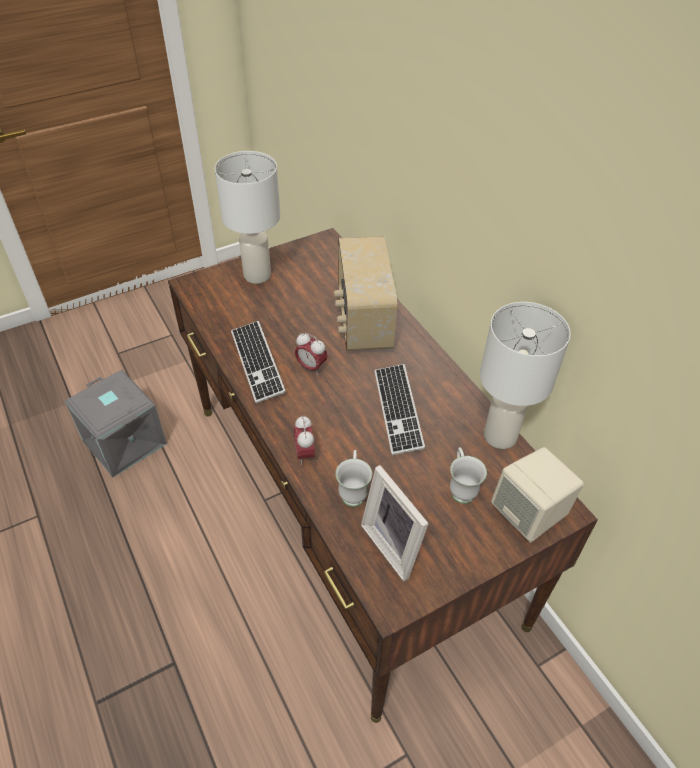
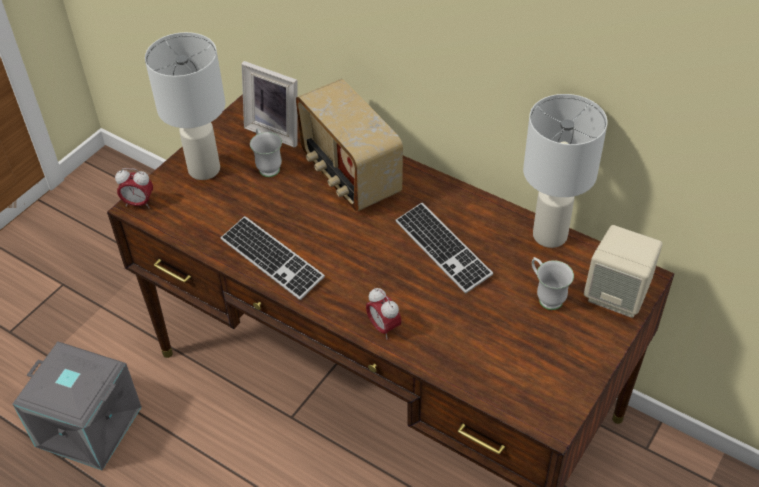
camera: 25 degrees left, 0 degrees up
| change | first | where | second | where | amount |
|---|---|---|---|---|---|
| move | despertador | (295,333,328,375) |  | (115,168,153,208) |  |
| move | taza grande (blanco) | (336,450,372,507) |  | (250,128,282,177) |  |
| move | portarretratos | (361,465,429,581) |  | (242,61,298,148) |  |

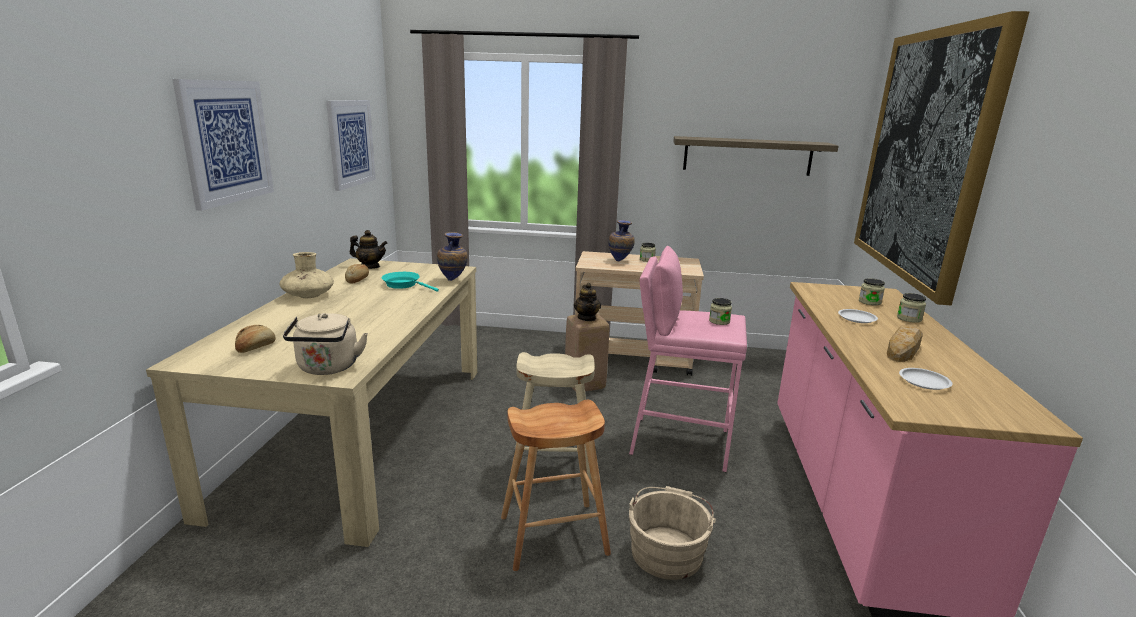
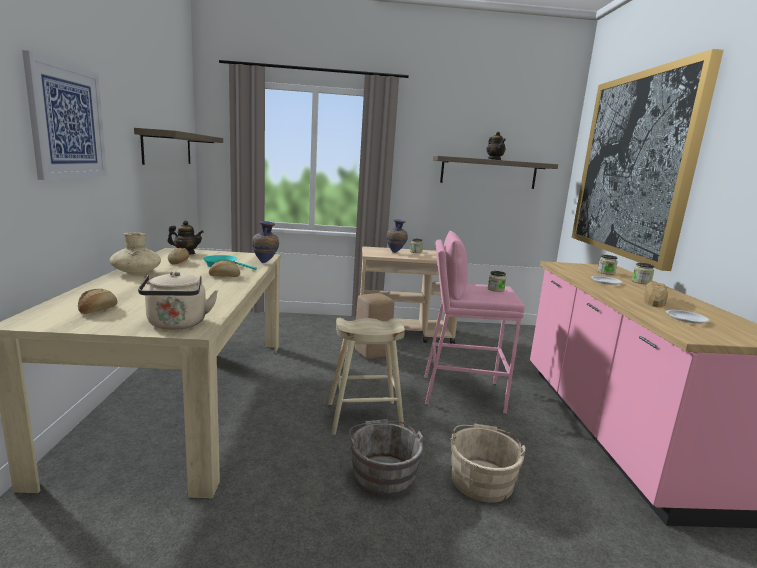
camera: 10 degrees left, 5 degrees down
| change | first | where | second | where | amount |
|---|---|---|---|---|---|
| replace | cuadro | (326,100,376,191) | estante | (134,128,223,165) |  |
| replace | taburete (marrón) | (501,400,611,571) | cubo (gris) | (349,419,423,498) |  |
| move | tetera | (574,283,601,321) |  | (487,132,506,160) |  |
| insert |  |  | pan | (209,260,240,277) |  |

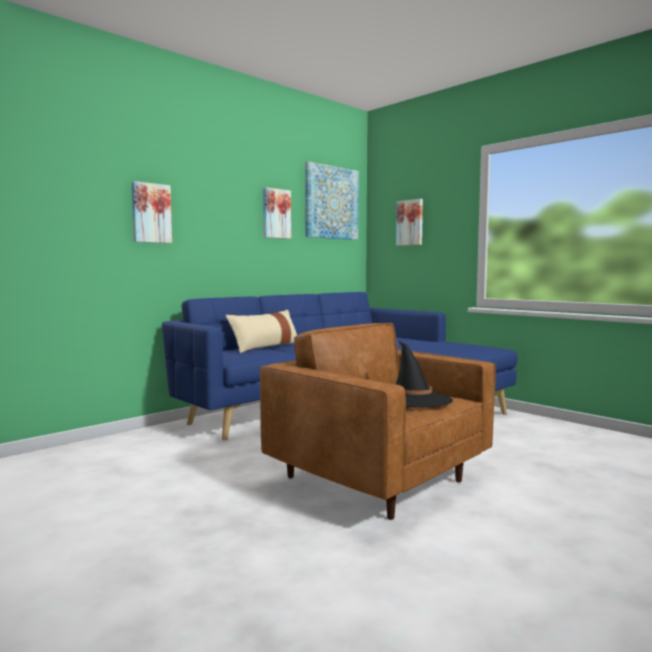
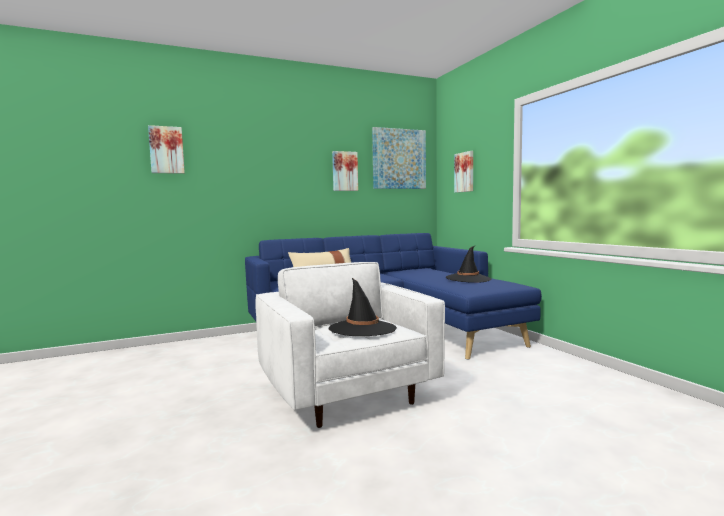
camera: 20 degrees right, 0 degrees up
| change | first | where | second | where | amount |
|---|---|---|---|---|---|
| move | cuadro | (131,181,172,243) |  | (148,125,185,174) |  |
| recolor | sillón (marrón) | (260,323,496,520) | sillón (blanco) | (256,262,445,428) |  |
| insert |  |  | sombrero (negro) | (446,246,492,283) |  |

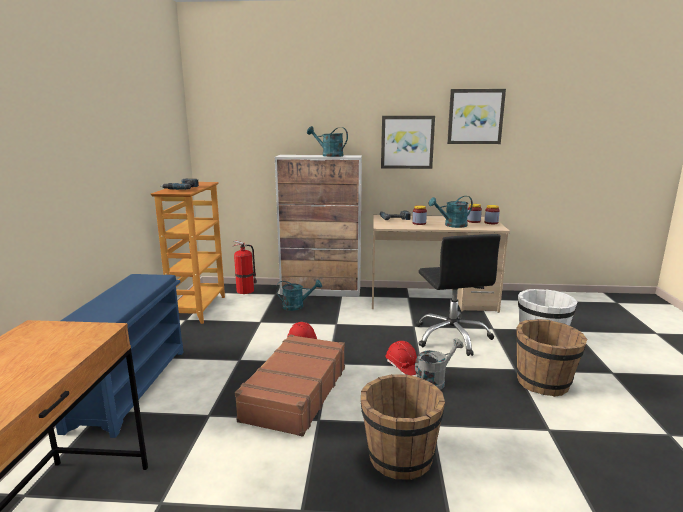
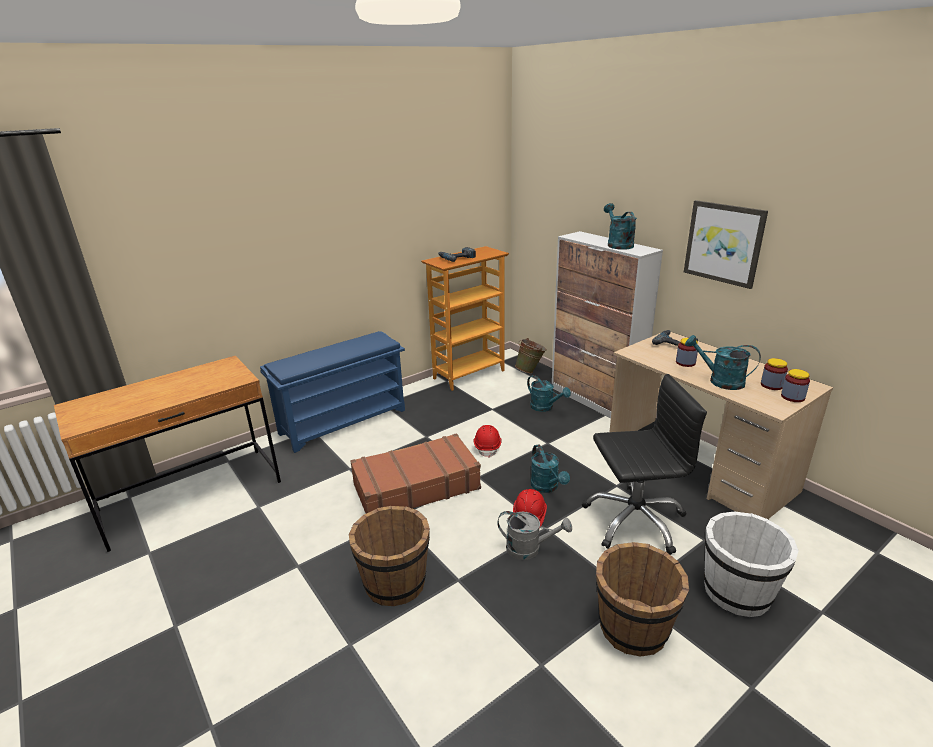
camera: 50 degrees right, 10 degrees up
| change | first | where | second | where | amount |
|---|---|---|---|---|---|
| replace | extintor | (233,240,257,294) | cubo (verde) | (515,338,547,374) |  |
| rotate | silla de oficina (negro) | (416,234,501,356) |  | (582,374,707,555) | 135 degrees counterclockwise |
| delete | cuadro | (447,89,506,144) |  |  |  |
| insert |  |  | regadera (turquesa) | (531,444,570,493) |  |

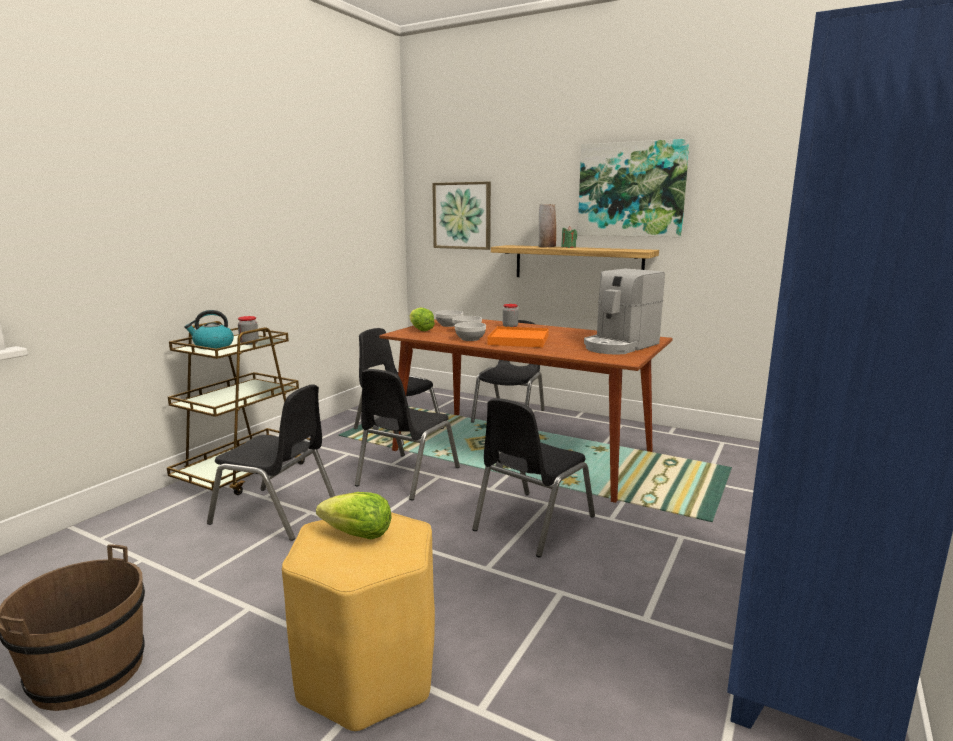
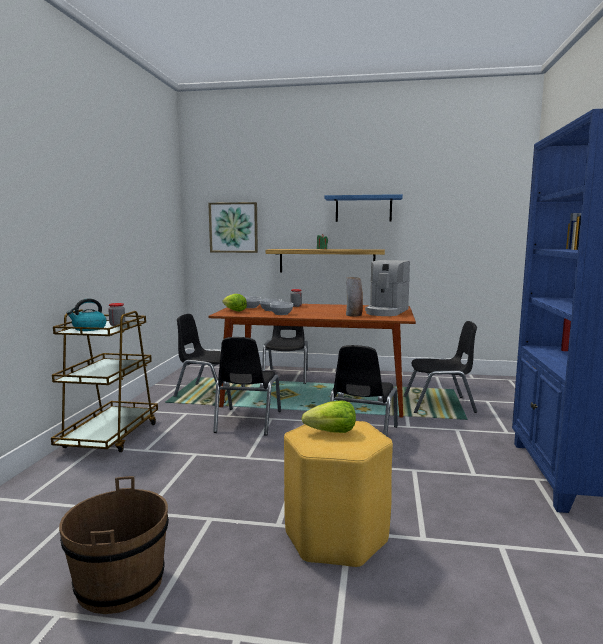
camera: 20 degrees left, 5 degrees down
| change | first | where | second | where | amount |
|---|---|---|---|---|---|
| move | silla (negro) | (207,384,335,541) |  | (404,321,477,413) |  |
| delete | bandeja (naranja) | (487,326,549,348) |  |  |  |
| move | florero | (538,204,556,247) |  | (346,277,363,317) |  |
| replace | cuadro | (578,139,690,237) | estante (azul) | (324,194,403,222) |  |

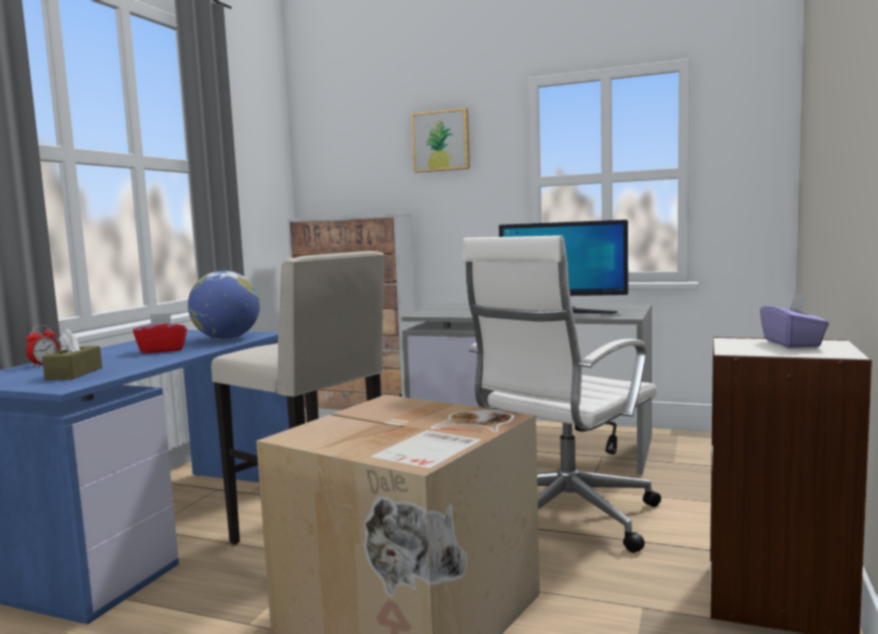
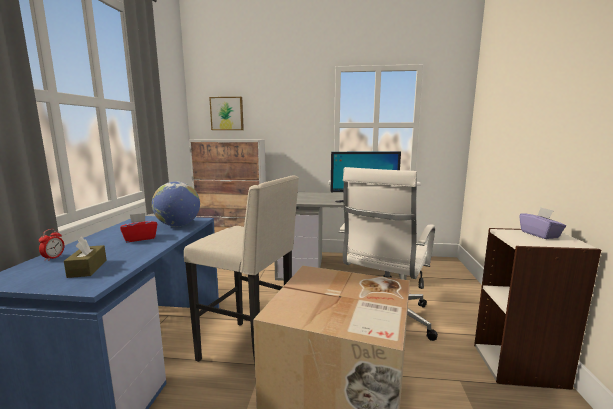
camera: 15 degrees left, 5 degrees up
| change | first | where | second | where | amount |
|---|---|---|---|---|---|
| move | cuadro | (411,108,470,173) |  | (209,97,244,130) |  |

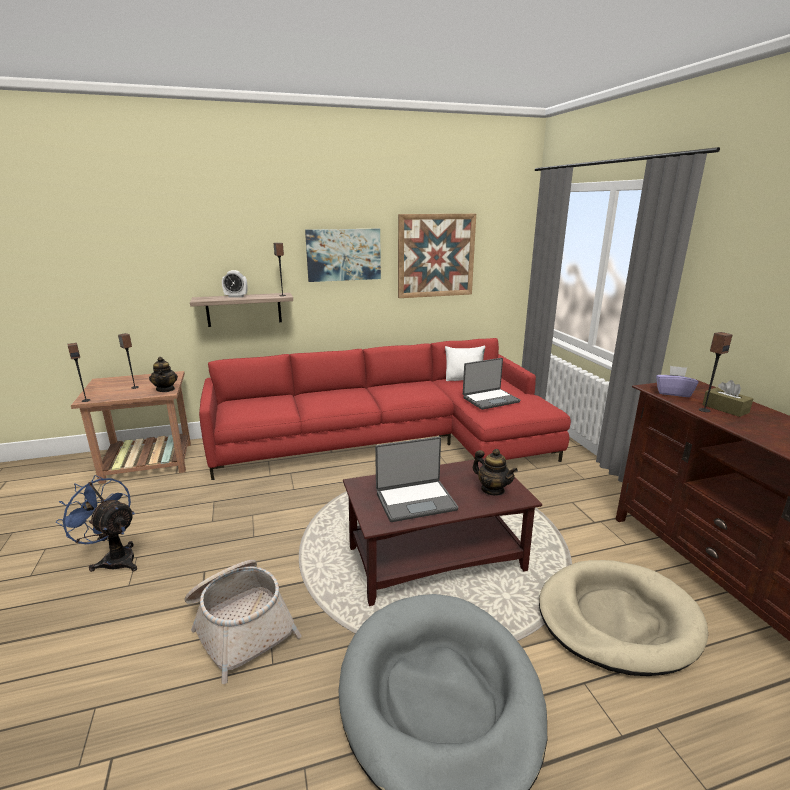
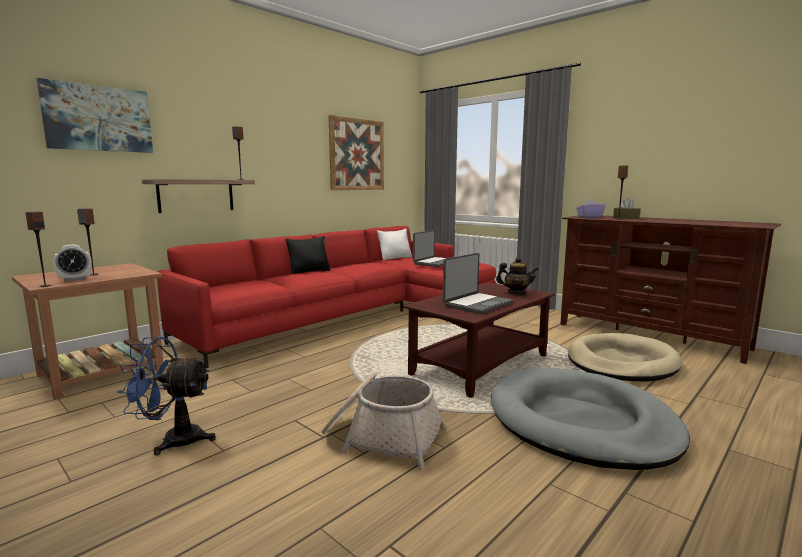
camera: 30 degrees left, 10 degrees down
| change | first | where | second | where | amount |
|---|---|---|---|---|---|
| delete | tetera | (149,357,178,392) |  |  |  |
| move | despertador | (222,270,247,298) |  | (53,245,92,281) |  |
| move | cuadro | (305,229,381,282) |  | (37,78,153,153) |  |
| insert |  |  | cojín (negro) | (285,236,331,274) |  |

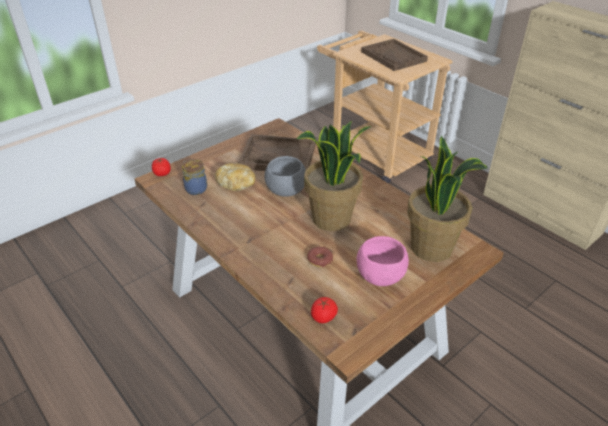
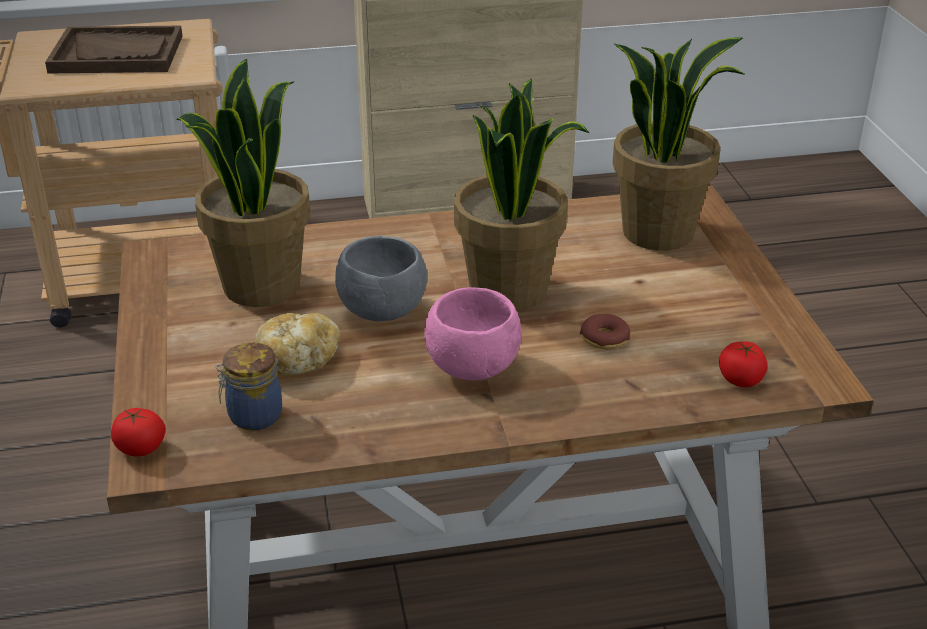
camera: 60 degrees left, 5 degrees down
| change | first | where | second | where | amount |
|---|---|---|---|---|---|
| replace | bandeja (marrón) | (238,134,315,171) | planta en maceta | (176,59,311,307) |  |
| move | cuenco (rosa) | (357,236,409,286) |  | (425,287,522,381) |  |

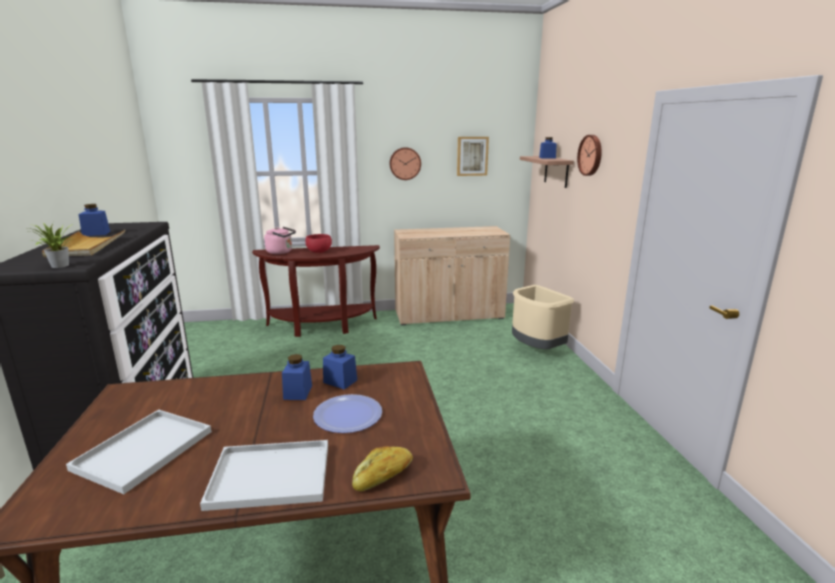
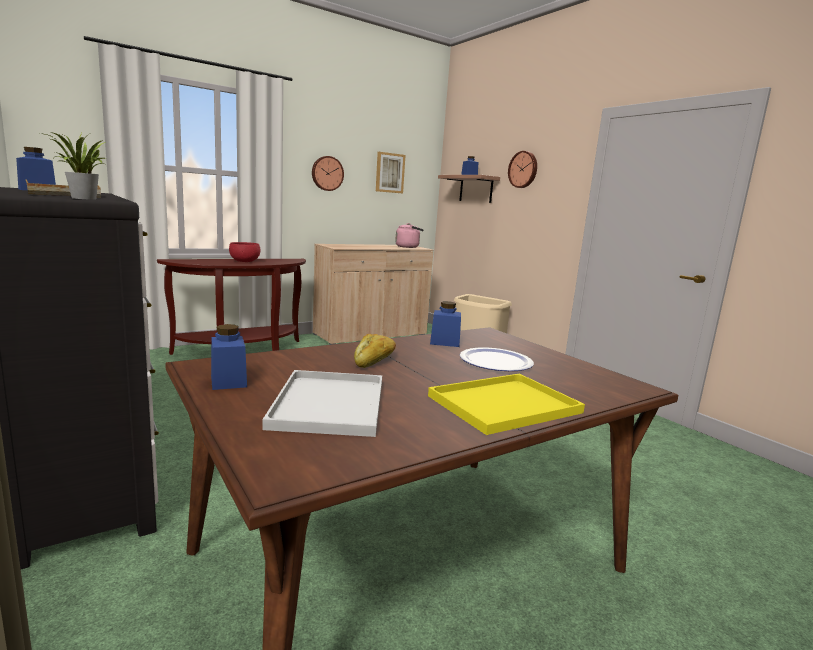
camera: 25 degrees left, 5 degrees down
| change | first | where | second | where | amount |
|---|---|---|---|---|---|
| recolor | bandeja (blanco) | (200,440,328,511) | bandeja (amarillo) | (428,374,585,435) |  |
| move | hervidor (rosa) | (264,227,296,254) |  | (395,223,424,248) |  |
| move | tarro (azul) | (282,354,312,400) |  | (211,324,247,390) |  |
| move | pan | (352,446,413,491) |  | (354,334,396,368) |  |

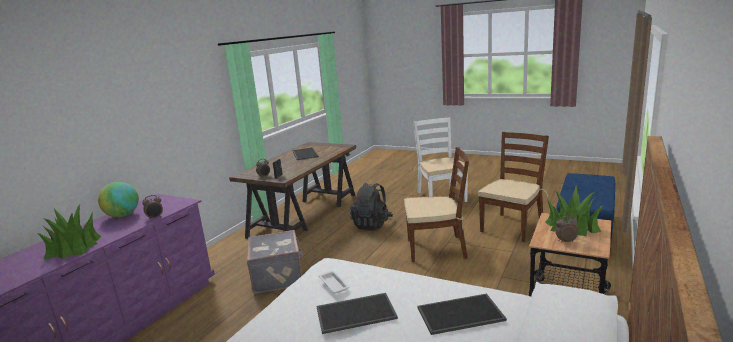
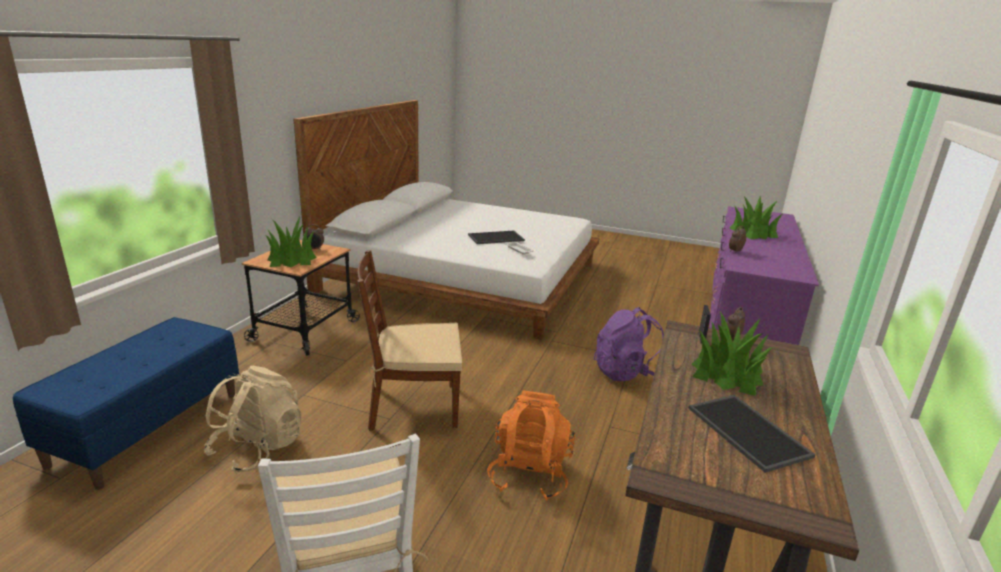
camera: 170 degrees right, 5 degrees up
| change | first | where | second | where | amount |
|---|---|---|---|---|---|
| delete | globo terráqueo | (98,182,139,217) |  |  |  |
| replace | maleta (gris) | (247,230,303,294) | mochila (morado) | (594,307,664,381) |  |
| recolor | mochila (negro) | (350,183,393,230) | mochila (naranja) | (487,391,575,501) |  |
| delete | bandeja | (417,294,507,335) |  |  |  |
| replace | silla (marrón) | (478,132,549,242) | mochila (beis) | (204,366,301,474) |  |
| insert |  |  | planta en maceta | (691,311,773,396) |  |

